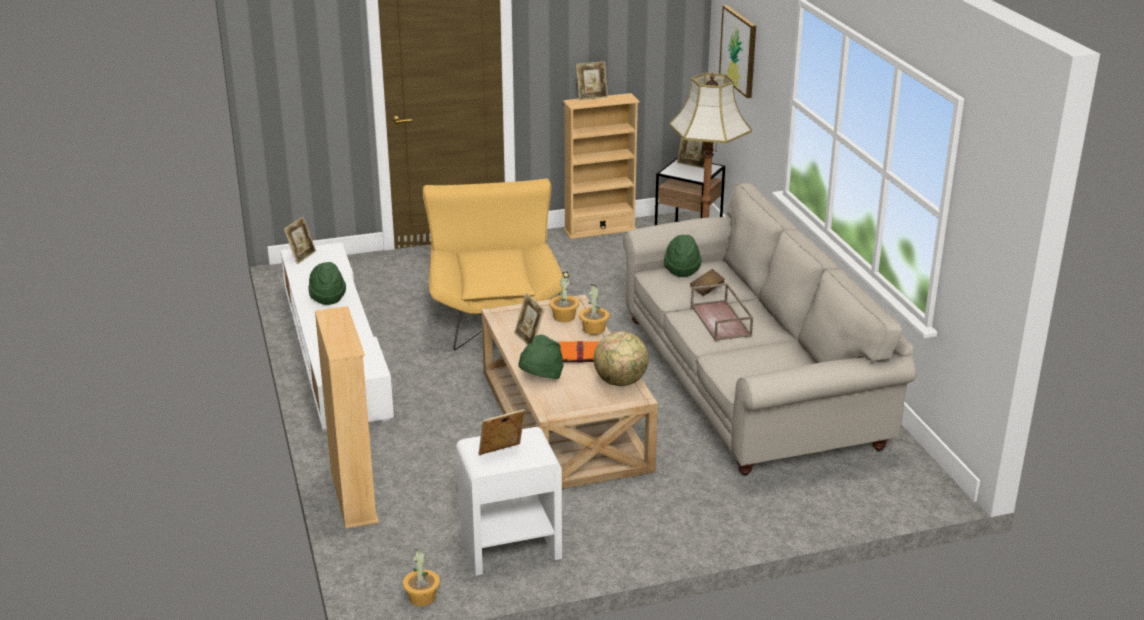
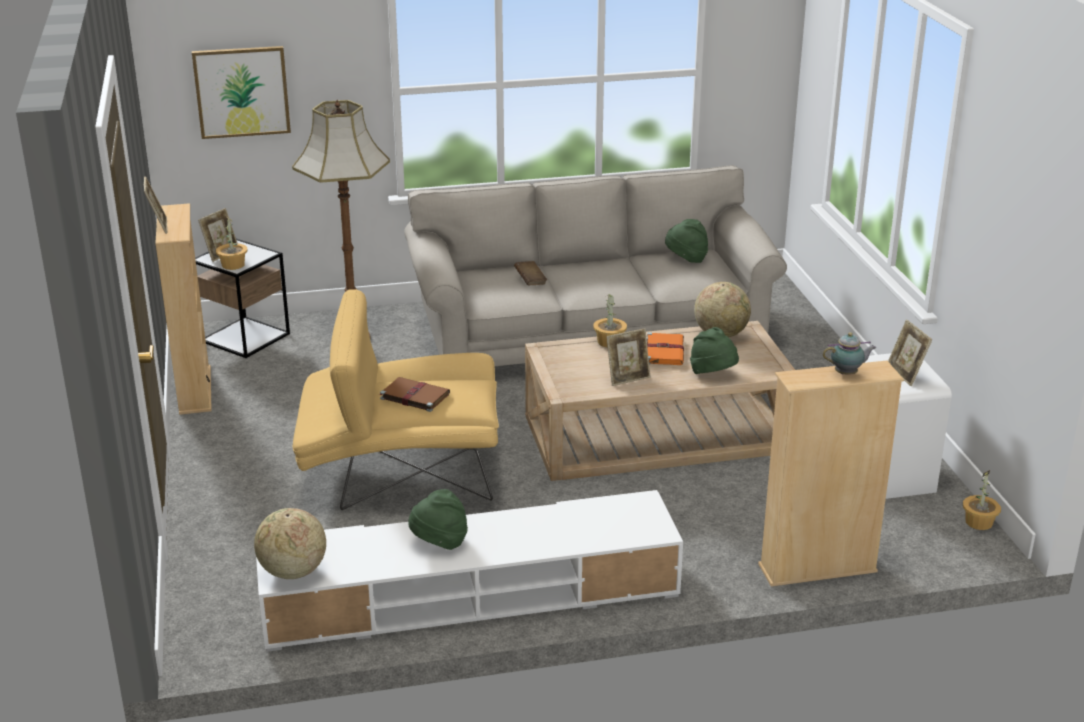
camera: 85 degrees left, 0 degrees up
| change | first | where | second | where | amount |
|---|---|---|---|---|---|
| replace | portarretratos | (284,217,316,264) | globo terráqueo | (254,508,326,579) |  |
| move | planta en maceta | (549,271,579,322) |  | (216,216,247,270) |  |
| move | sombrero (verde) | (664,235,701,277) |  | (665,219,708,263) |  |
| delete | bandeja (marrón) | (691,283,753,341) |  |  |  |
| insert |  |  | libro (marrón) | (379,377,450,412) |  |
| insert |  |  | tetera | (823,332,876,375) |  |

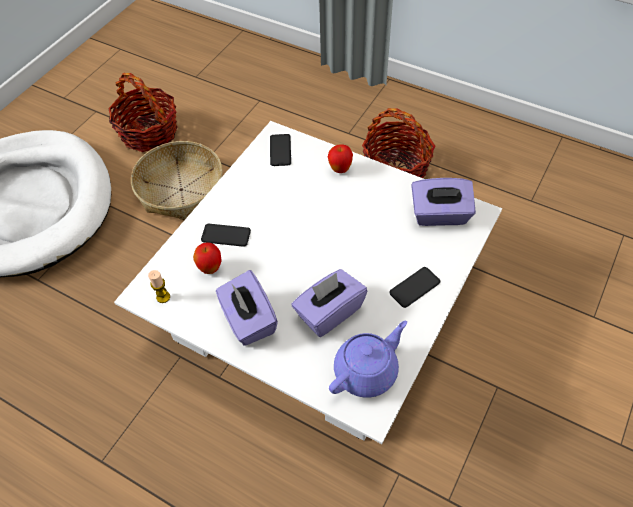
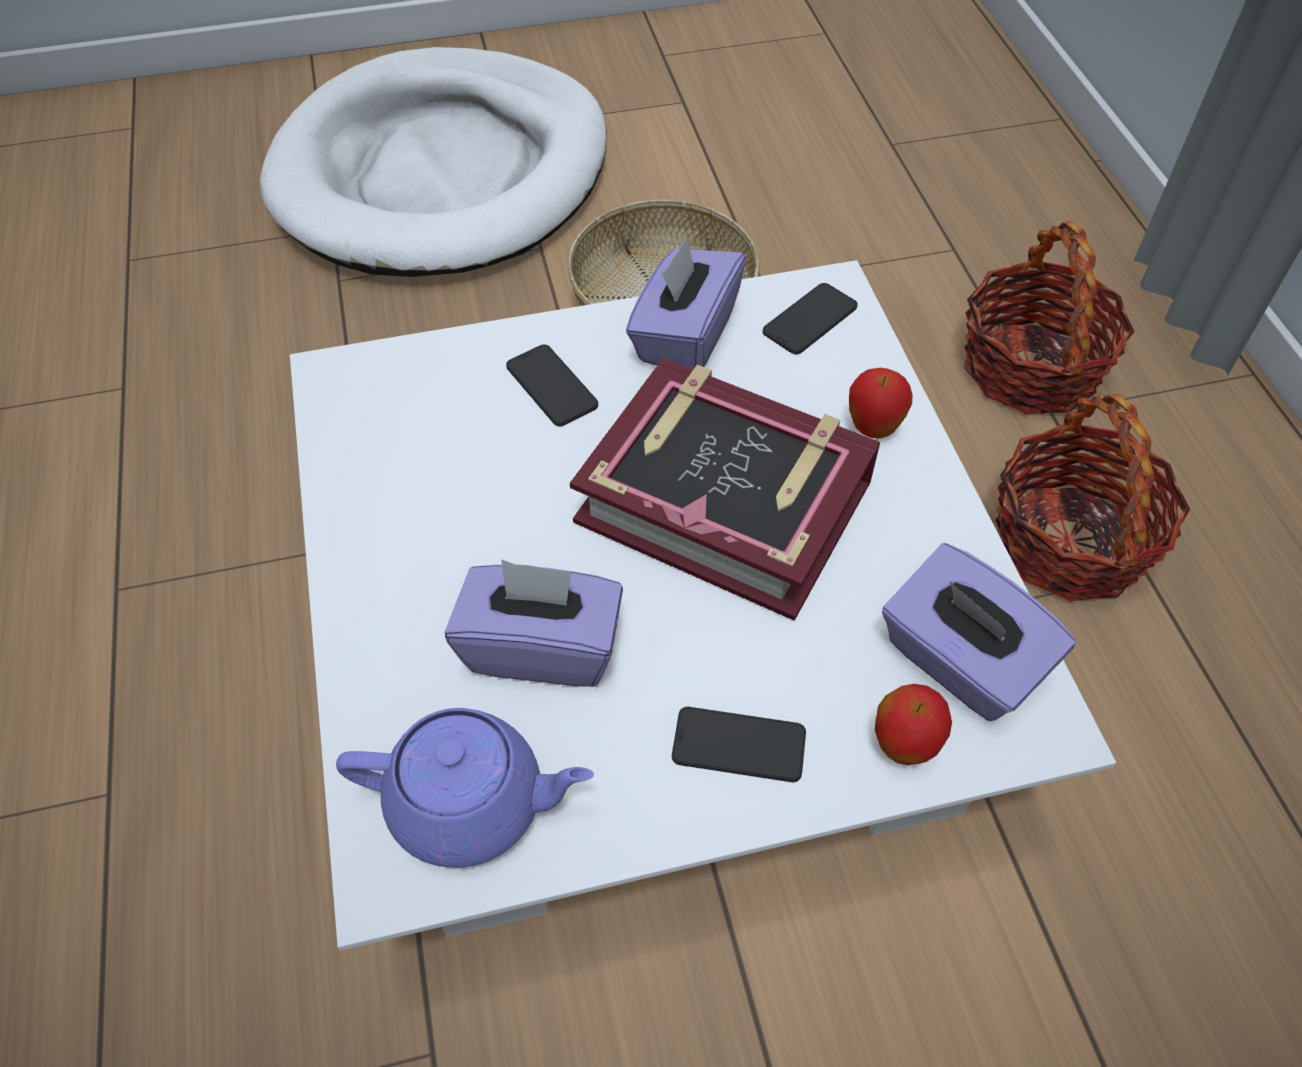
camera: 45 degrees right, 0 degrees up
| change | first | where | second | where | amount |
|---|---|---|---|---|---|
| move | cesta | (109,73,178,152) |  | (964,221,1135,414) |  |
| delete | vela | (148,270,170,303) |  |  |  |
| move | manzana | (193,242,222,274) |  | (874,684,952,765) |  |
| move | caja de pañuelos (morado) | (216,270,278,346) |  | (626,238,746,370) |  |
| insert |  |  | libro | (570,358,880,621) |  |

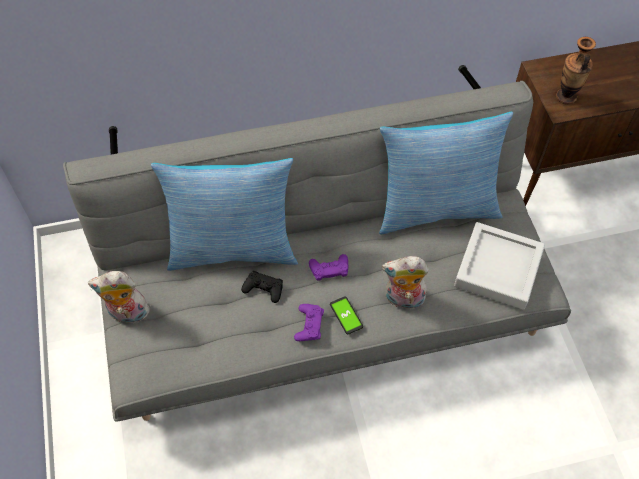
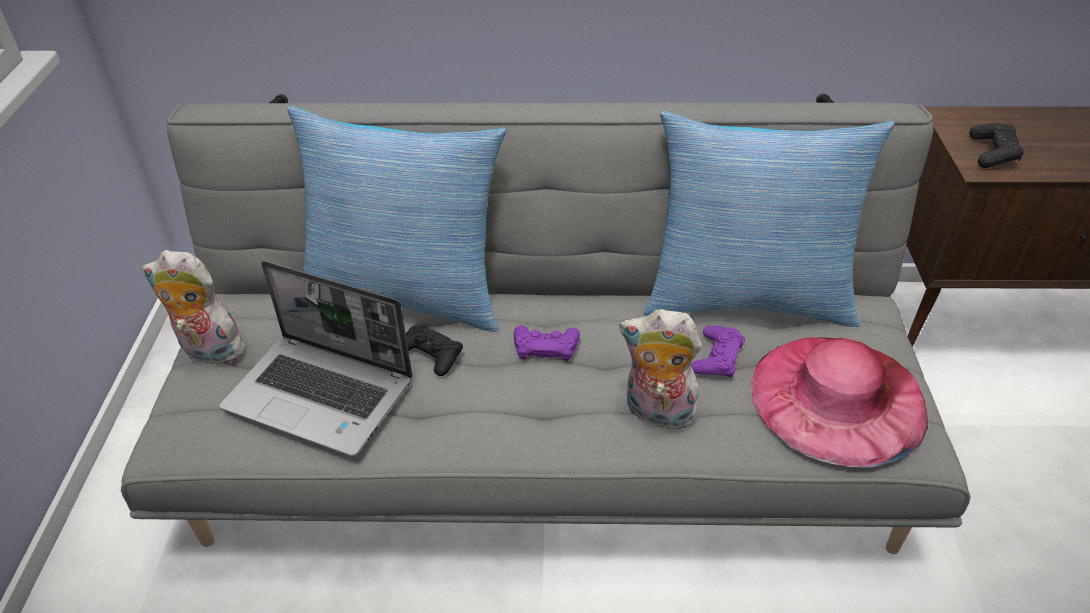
camera: 15 degrees right, 15 degrees down
| change | first | where | second | where | amount |
|---|---|---|---|---|---|
| move | mando de consola (morado) | (294,304,324,341) |  | (691,326,745,378) |  |
| delete | móvil | (330,296,363,334) |  |  |  |
| replace | bandeja (gris) | (454,222,545,310) | sombrero (rosa) | (751,337,928,468) |  |
| replace | florero | (556,37,596,105) | mando de consola (negro) | (969,123,1024,168) |  |
| insert |  |  | portátil | (220,260,413,456) |  |

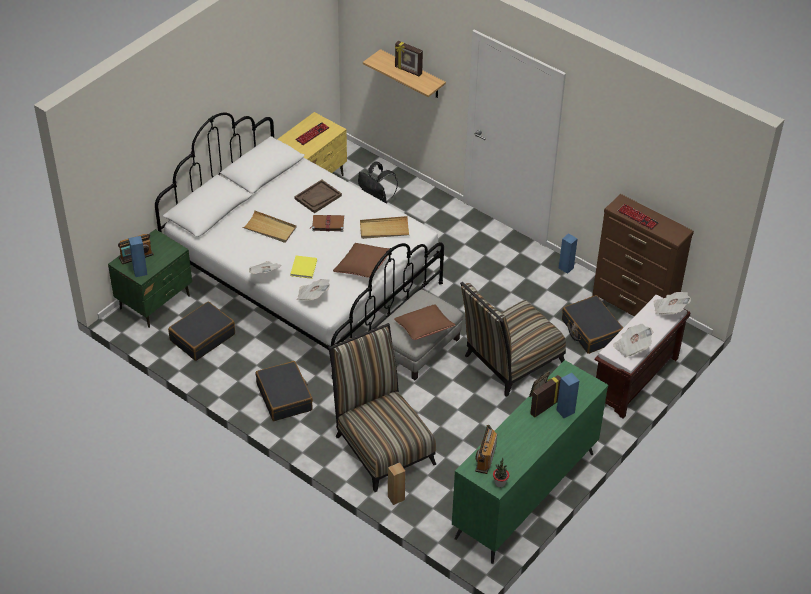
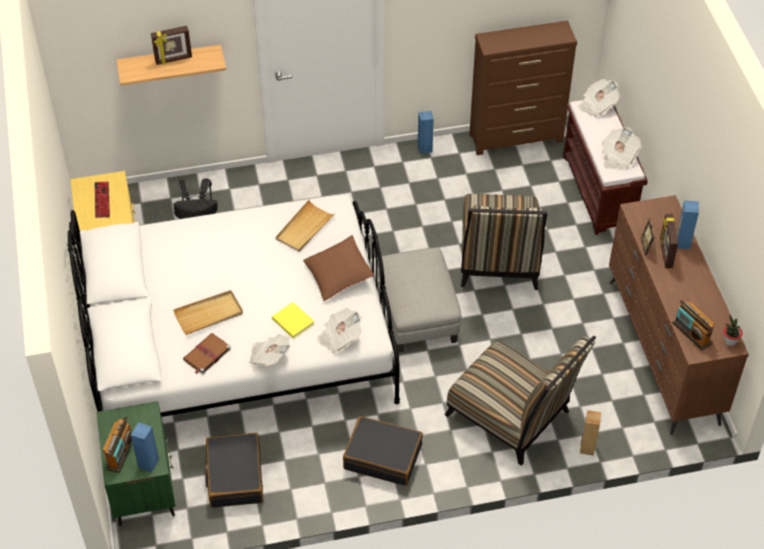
camera: 50 degrees left, 5 degrees up
| change | first | where | second | where | amount |
|---|---|---|---|---|---|
| delete | bandeja (marrón) | (294,179,342,213) |  |  |  |
| move | libro (marrón) | (310,215,344,232) |  | (183,333,231,374) |  |
| rotate | silla | (328,323,436,492) |  | (444,336,596,466) | 150 degrees counterclockwise |
| delete | cojín (marrón) | (394,304,456,340) |  |  |  |
| recolor | cómoda (verde) | (452,360,608,564) | cómoda (marrón) | (609,195,749,435) |  |
| delete | maleta (negro) | (562,295,623,354) |  |  |  |
| delete | teclado | (618,204,659,230) |  |  |  |

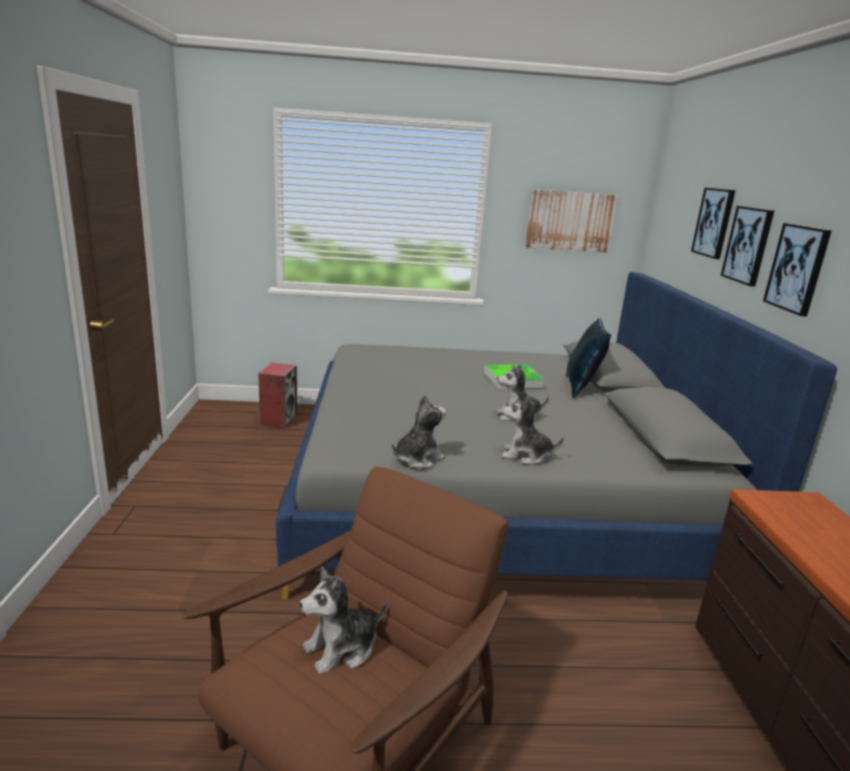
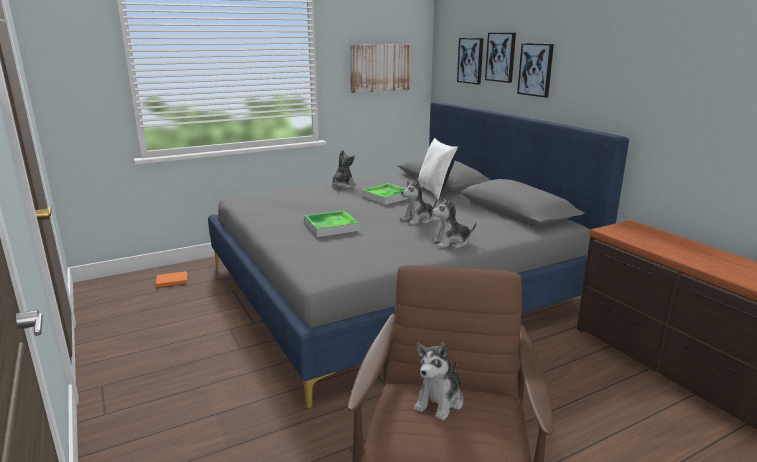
camera: 25 degrees left, 0 degrees up
| change | first | where | second | where | amount |
|---|---|---|---|---|---|
| replace | altavoz | (258,363,297,429) | libro (naranja) | (156,271,188,287) |  |
| move | peluche | (392,394,446,469) |  | (332,150,355,189) |  |
| recolor | cojín (azul) | (566,318,611,398) | cojín (blanco) | (418,138,458,200) |  |
| move | cuadro | (763,223,832,316) |  | (457,38,483,85) |  |
| insert |  |  | bandeja | (304,210,359,237) |  |

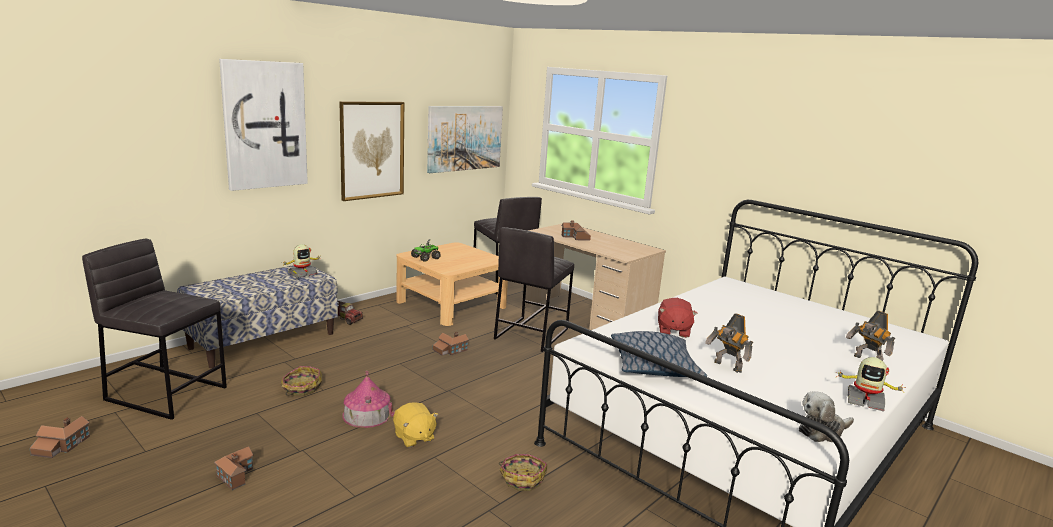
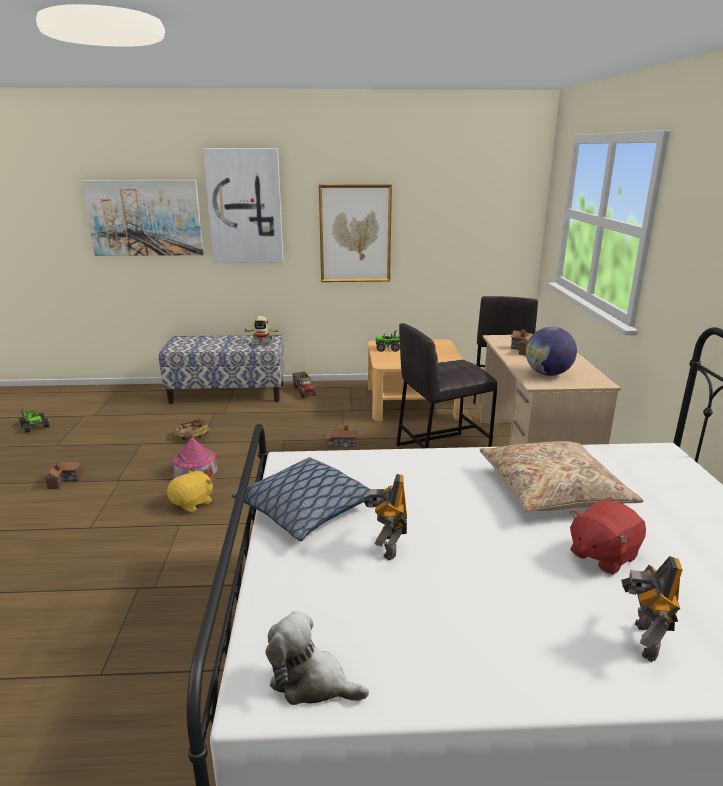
camera: 45 degrees right, 5 degrees up
| change | first | where | second | where | amount |
|---|---|---|---|---|---|
| replace | casita | (30,416,90,458) | camión de juguete | (19,408,49,433) |  |
| delete | taburete (gris) | (82,239,227,420) |  |  |  |
| rotate | peluche (amarillo) | (393,402,438,448) |  | (167,470,213,512) | 150 degrees counterclockwise |
| move | cuadro | (427,106,503,173) |  | (82,180,204,256) |  |
| delete | cesta | (499,454,547,491) |  |  |  |
| move | peluche (rojo) | (658,298,698,338) |  | (570,500,646,575) |  |
| delete | robot de juguete | (836,357,906,412) |  |  |  |
| insert |  |  | cojín (beis) | (480,441,643,512) |  |
| insert |  |  | globo terráqueo | (526,327,577,376) |  |

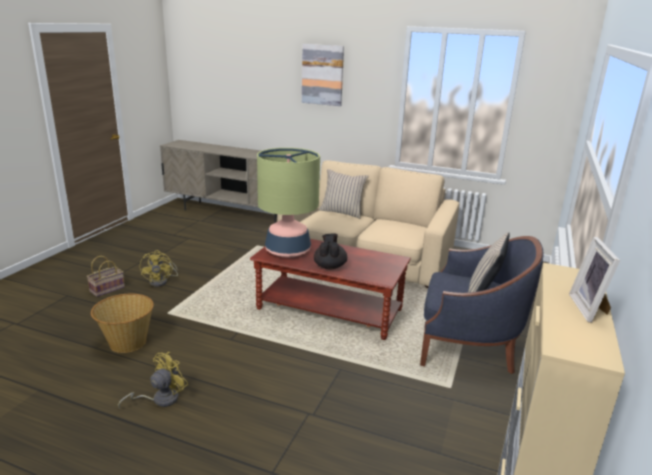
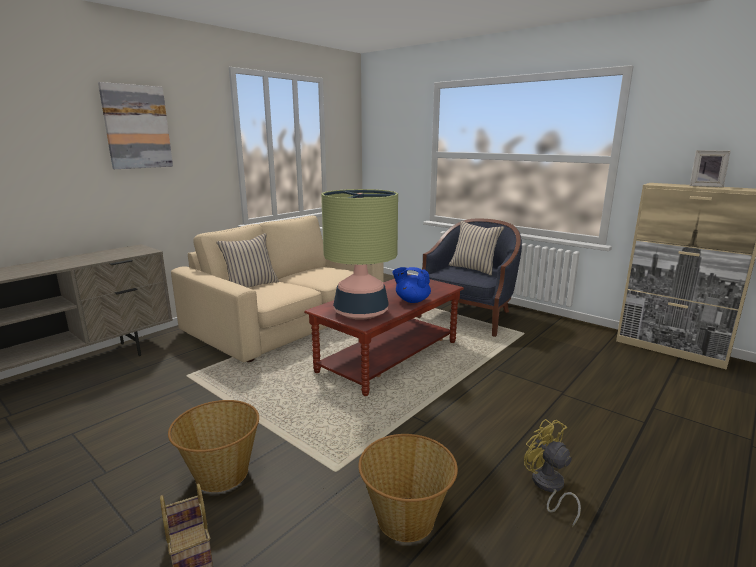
camera: 70 degrees left, 5 degrees down
| change | first | where | second | where | amount |
|---|---|---|---|---|---|
| replace | ventilador (amarillo) | (140,250,178,287) | cesta | (168,400,259,492) |  |
| recolor | tetera (negro) | (314,233,347,270) | tetera (azul) | (392,267,431,303) |  |

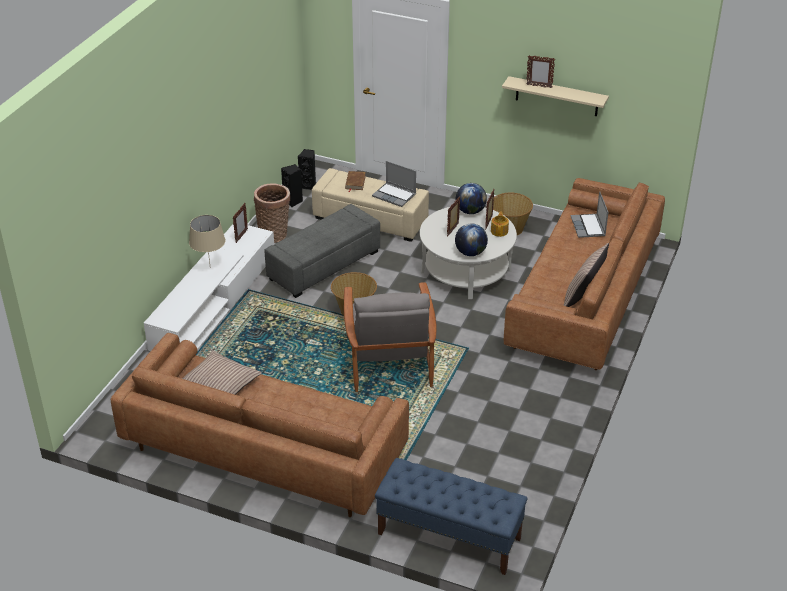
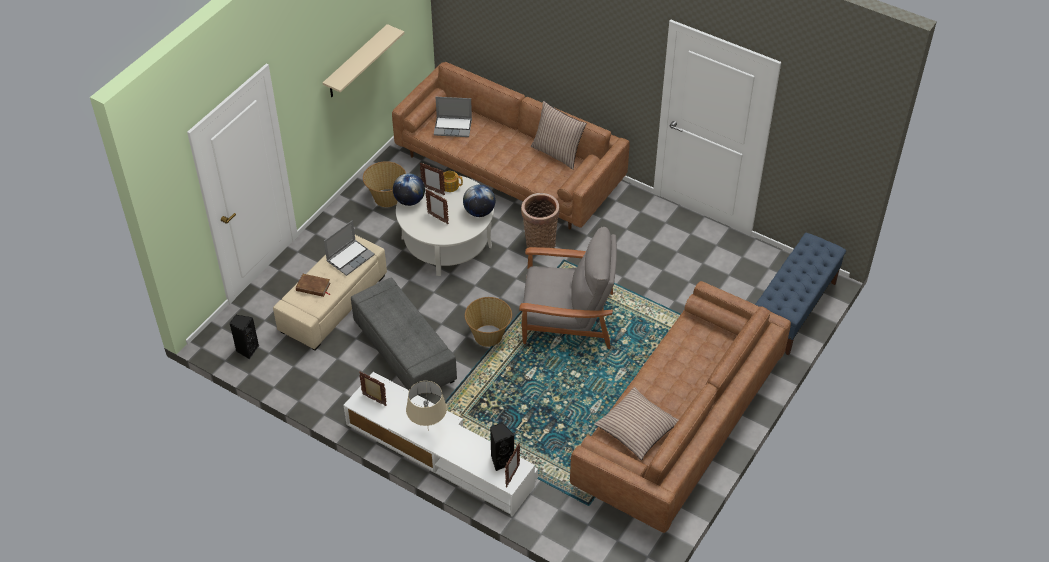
camera: 80 degrees left, 10 degrees up
| change | first | where | second | where | amount |
|---|---|---|---|---|---|
| move | cesta | (254,183,290,243) |  | (521,193,560,248) |  |
| move | altavoz (negro) | (281,164,303,207) |  | (490,422,514,471) |  |
| move | portarretratos | (526,55,555,88) |  | (505,443,520,487) |  |

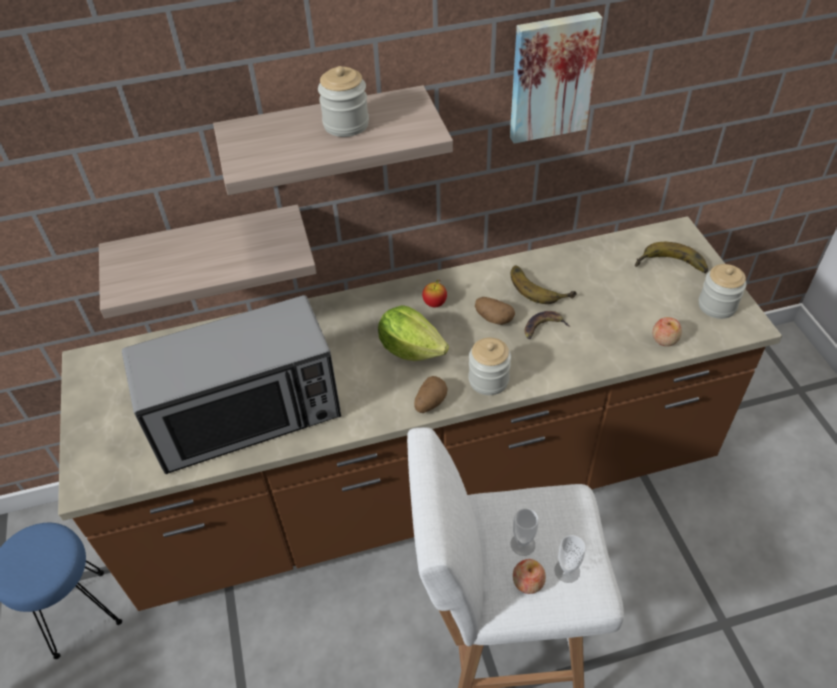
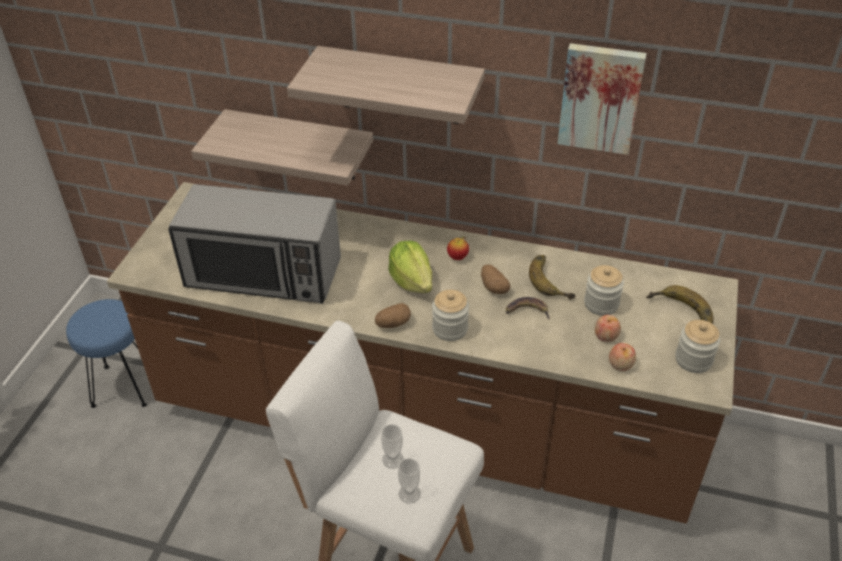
camera: 30 degrees right, 5 degrees down
| change | first | where | second | where | amount |
|---|---|---|---|---|---|
| move | tarro | (318,66,369,137) |  | (584,265,624,316) |  |
| move | manzana | (513,559,546,594) |  | (595,315,621,342) |  |

